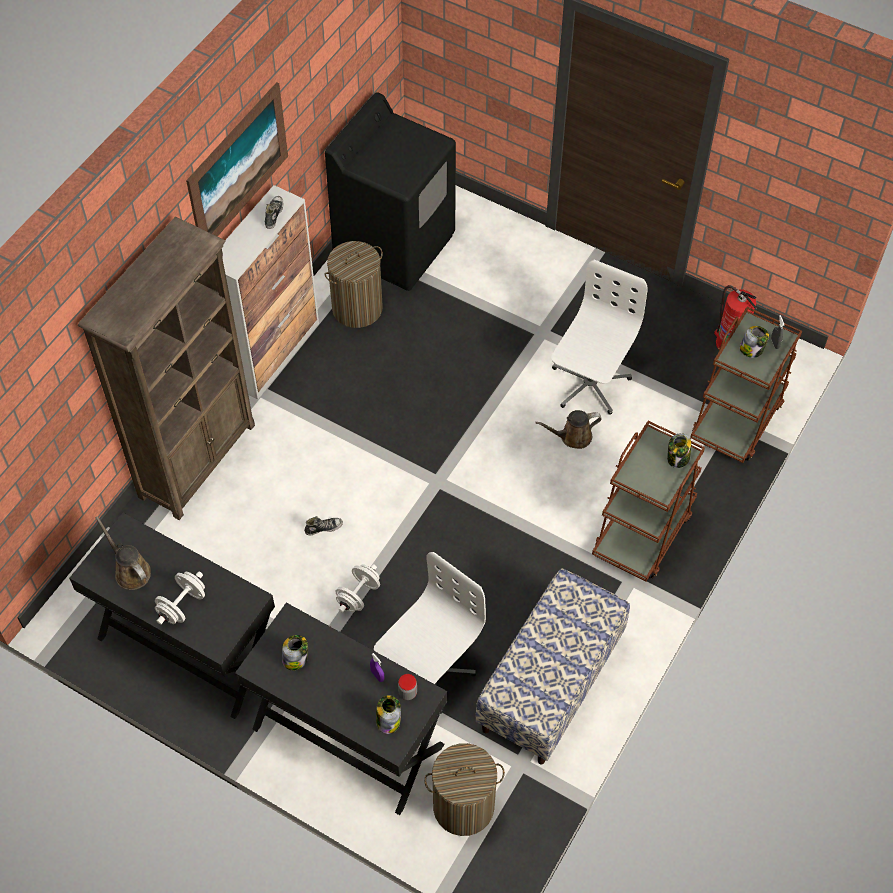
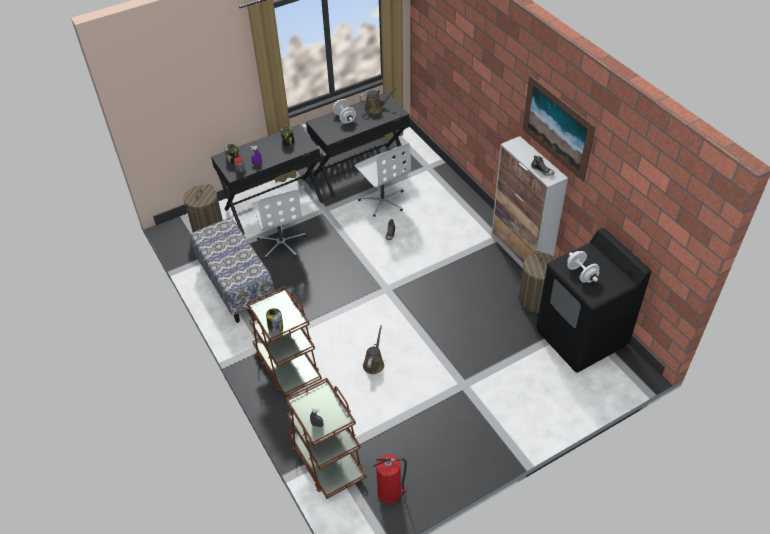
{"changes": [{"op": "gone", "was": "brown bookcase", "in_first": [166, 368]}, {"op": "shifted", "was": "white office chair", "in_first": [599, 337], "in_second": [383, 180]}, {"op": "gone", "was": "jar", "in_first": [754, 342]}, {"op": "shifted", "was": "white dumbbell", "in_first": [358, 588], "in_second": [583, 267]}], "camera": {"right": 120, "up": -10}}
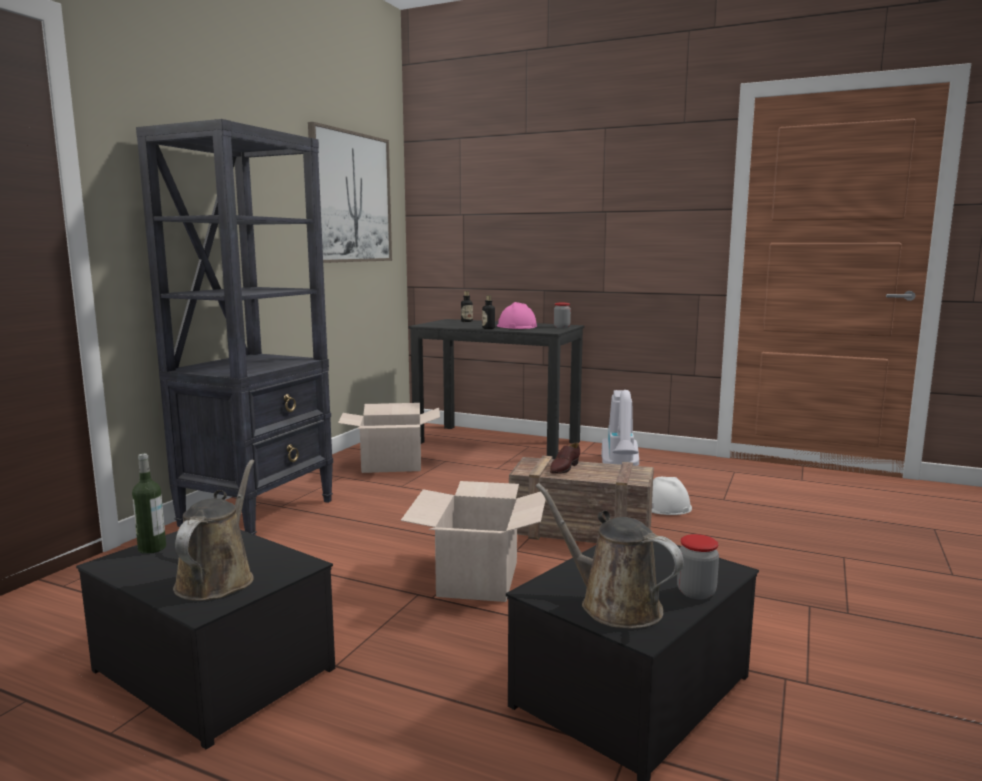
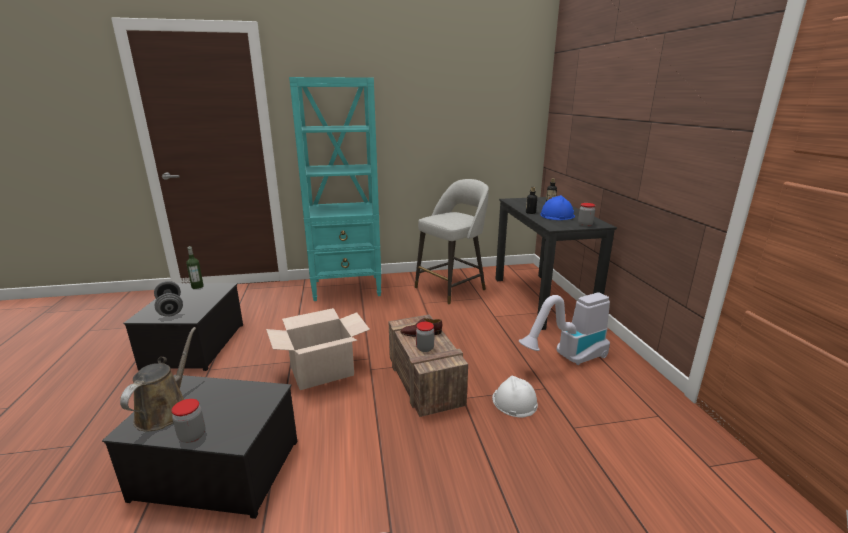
{"changes": [{"op": "repainted", "was": "black bookcase", "now": "turquoise bookcase", "in_first": [234, 327], "in_second": [335, 189]}, {"op": "gone", "was": "picture", "in_first": [350, 192]}, {"op": "repainted", "was": "pink hard hat", "now": "blue hard hat", "in_first": [517, 315], "in_second": [557, 207]}, {"op": "swapped", "was": "cardboard box", "now": "grey stool", "in_first": [389, 438], "in_second": [452, 241]}, {"op": "swapped", "was": "brown watering can", "now": "grey dumbbell", "in_first": [213, 530], "in_second": [168, 299]}, {"op": "new", "now": "jar", "in_second": [425, 337]}], "camera": {"right": 55, "up": 10}}
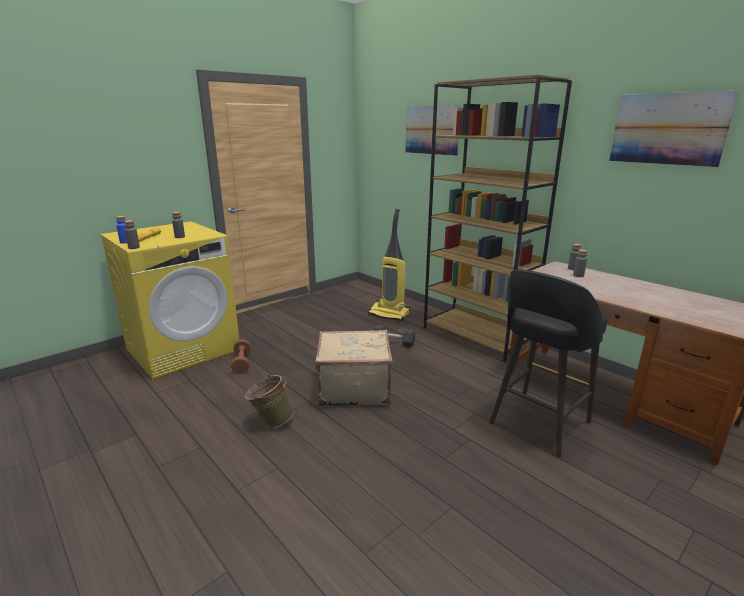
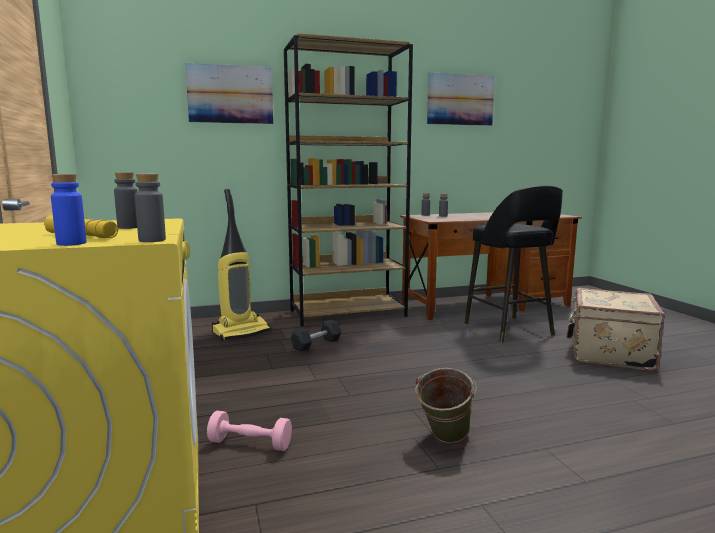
{"changes": [{"op": "shifted", "was": "beige suitcase", "in_first": [354, 368], "in_second": [615, 329]}, {"op": "repainted", "was": "brown dumbbell", "now": "pink dumbbell", "in_first": [241, 356], "in_second": [249, 431]}], "camera": {"right": -65, "up": -10}}
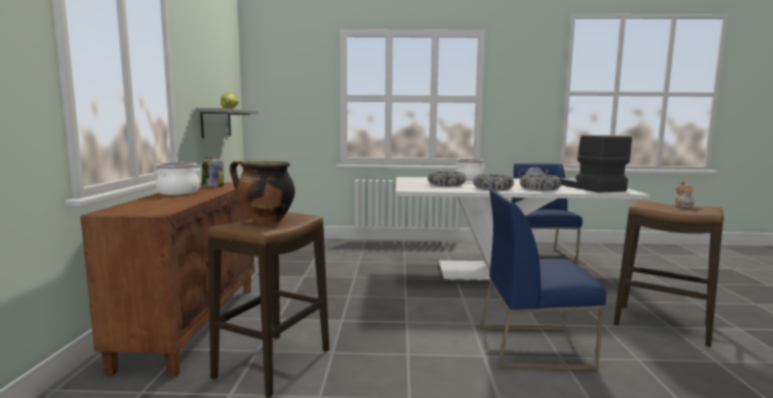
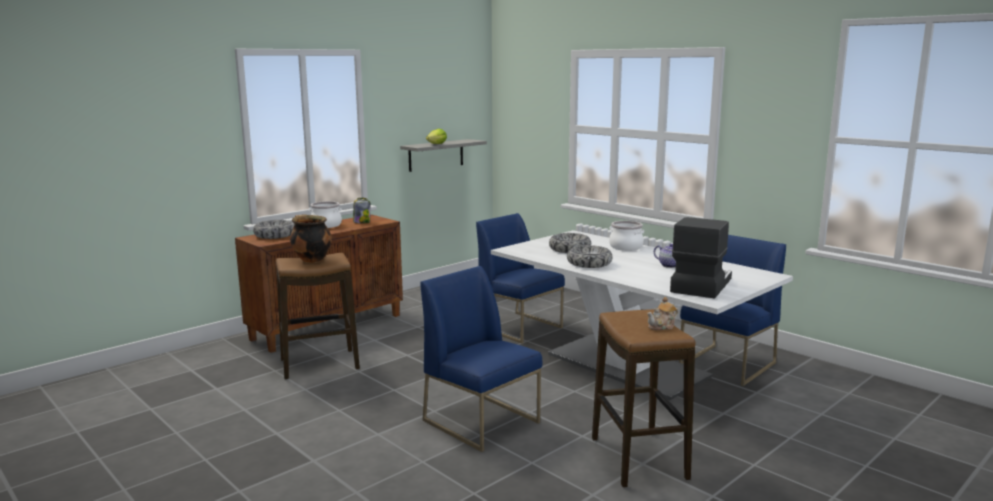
{"changes": [{"op": "shifted", "was": "bowl", "in_first": [540, 182], "in_second": [273, 229]}, {"op": "new", "now": "blue chair", "in_second": [520, 278]}], "camera": {"right": 45, "up": 5}}
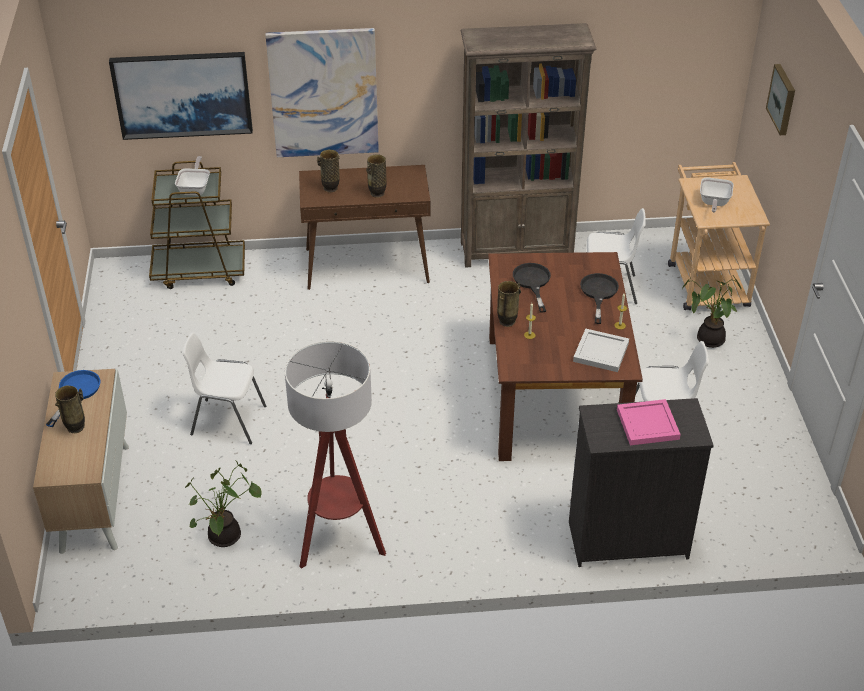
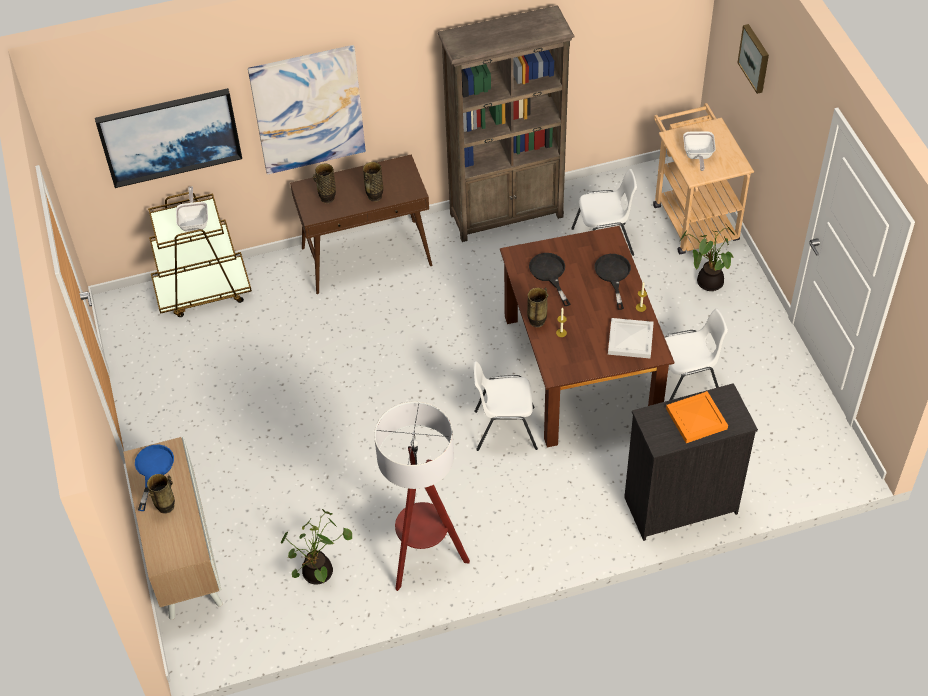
{"changes": [{"op": "shifted", "was": "white chair", "in_first": [224, 388], "in_second": [506, 406]}, {"op": "repainted", "was": "pink tray", "now": "orange tray", "in_first": [649, 422], "in_second": [697, 417]}], "camera": {"right": -10, "up": 10}}
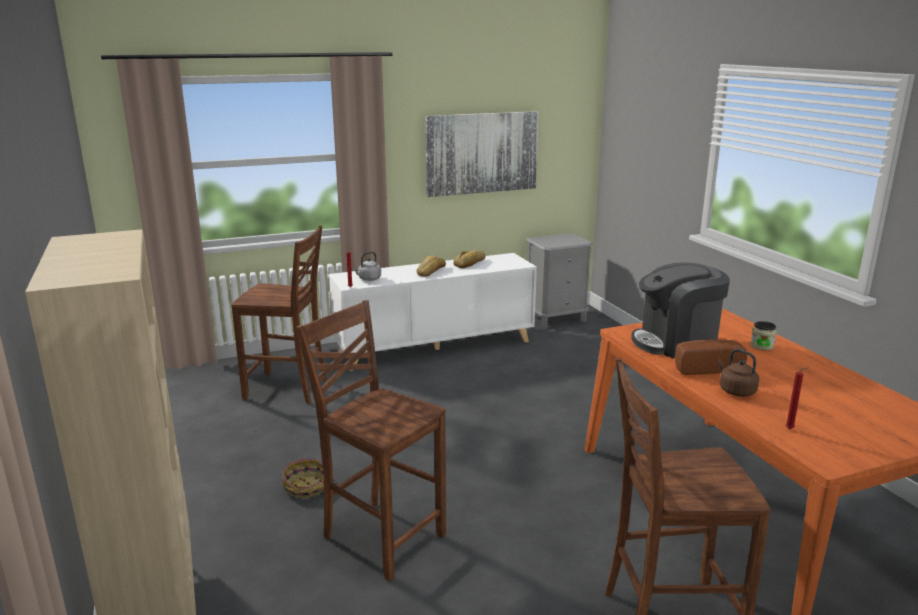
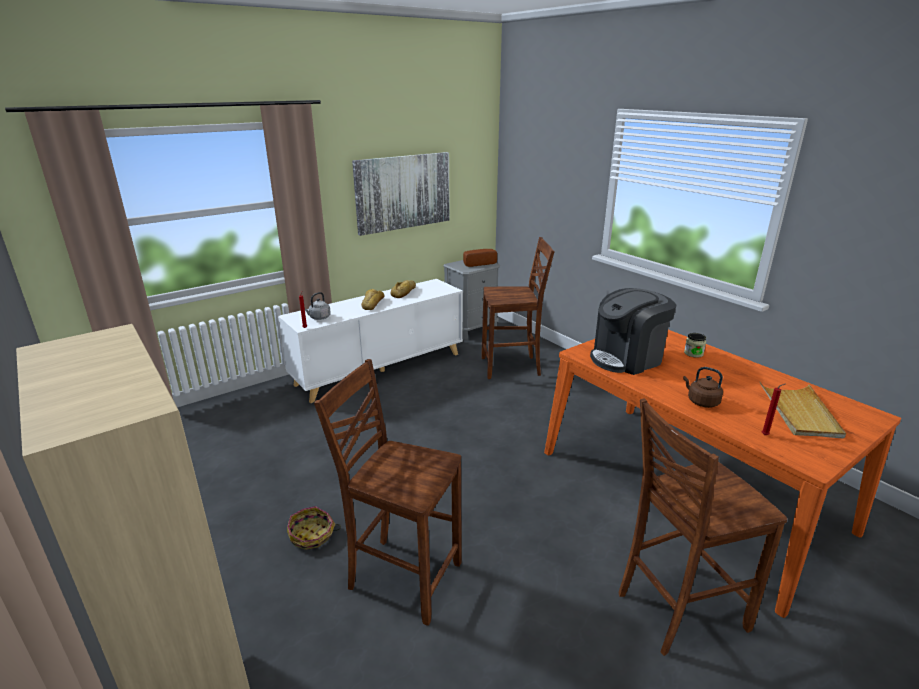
{"changes": [{"op": "shifted", "was": "brown chair", "in_first": [279, 314], "in_second": [517, 308]}, {"op": "shifted", "was": "bread", "in_first": [711, 357], "in_second": [480, 258]}, {"op": "new", "now": "beige tray", "in_second": [803, 410]}], "camera": {"right": -15, "up": 5}}
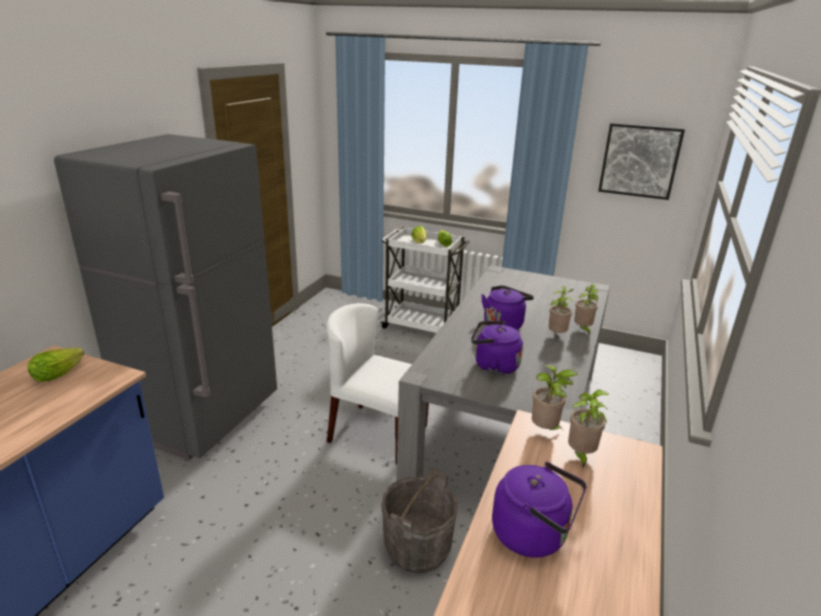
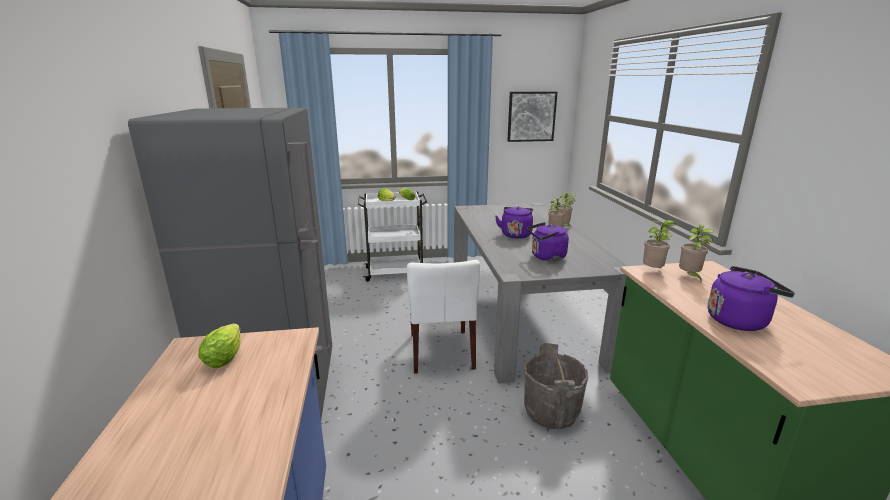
{"changes": [{"op": "rotated", "was": "white chair", "in_first": [377, 384], "in_second": [443, 317], "clockwise": -90}], "camera": {"right": -30, "up": -5}}
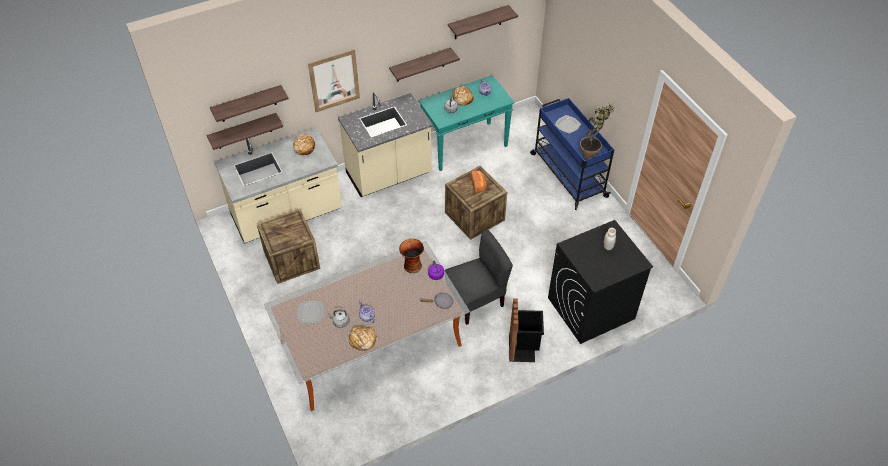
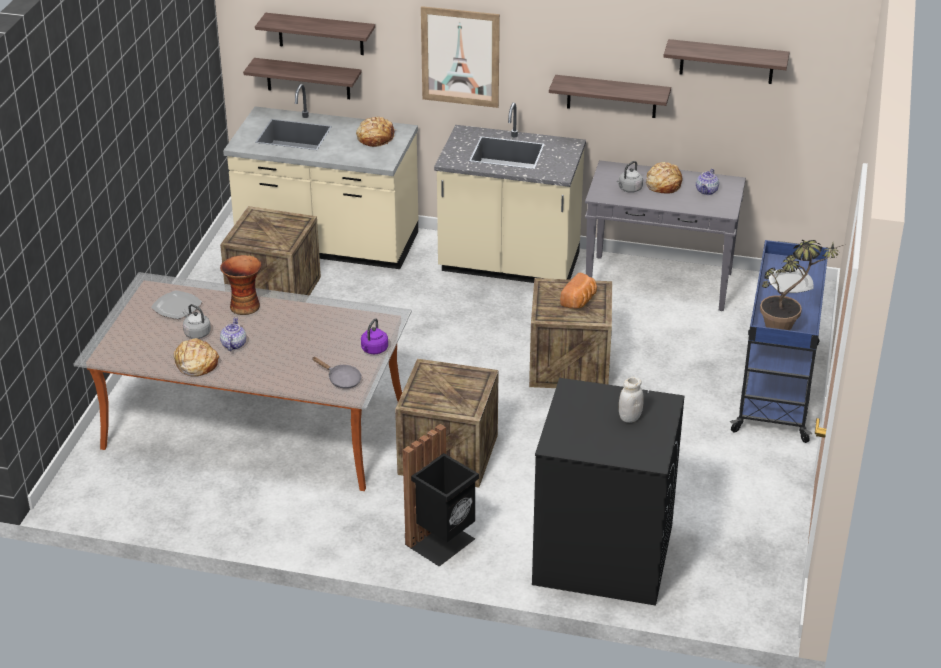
{"changes": [{"op": "repainted", "was": "turquoise console table", "now": "grey console table", "in_first": [466, 123], "in_second": [665, 235]}, {"op": "swapped", "was": "grey chair", "now": "crate", "in_first": [479, 277], "in_second": [447, 423]}, {"op": "shifted", "was": "vase", "in_first": [411, 256], "in_second": [241, 285]}], "camera": {"right": 40, "up": -15}}
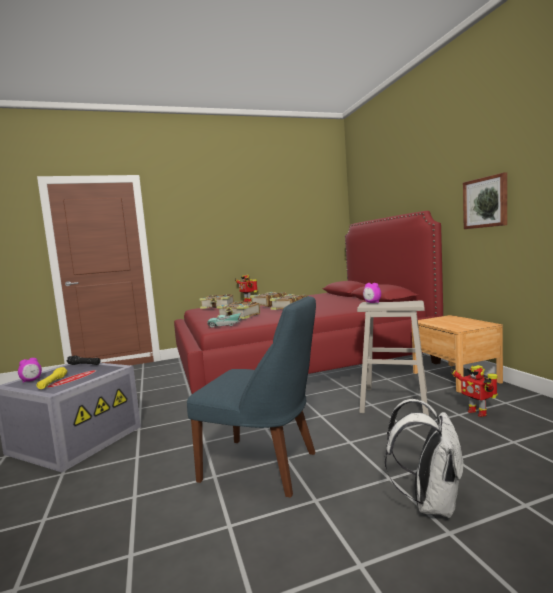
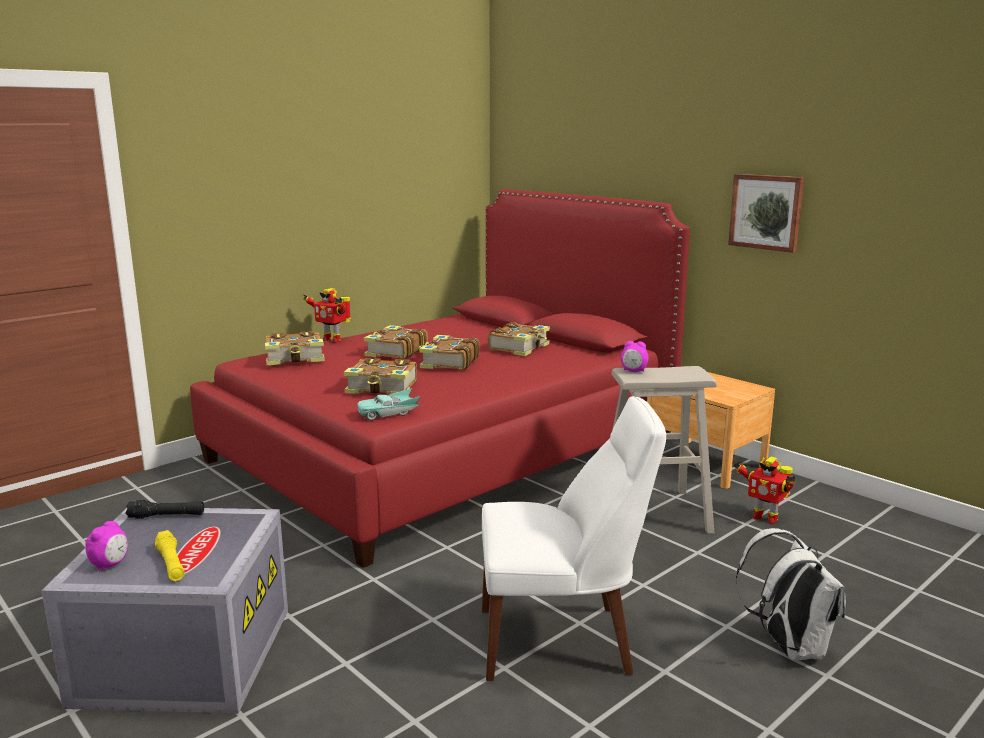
{"changes": [{"op": "repainted", "was": "blue chair", "now": "white chair", "in_first": [251, 396], "in_second": [574, 538]}, {"op": "new", "now": "book", "in_second": [519, 339]}], "camera": {"right": -25, "up": 10}}
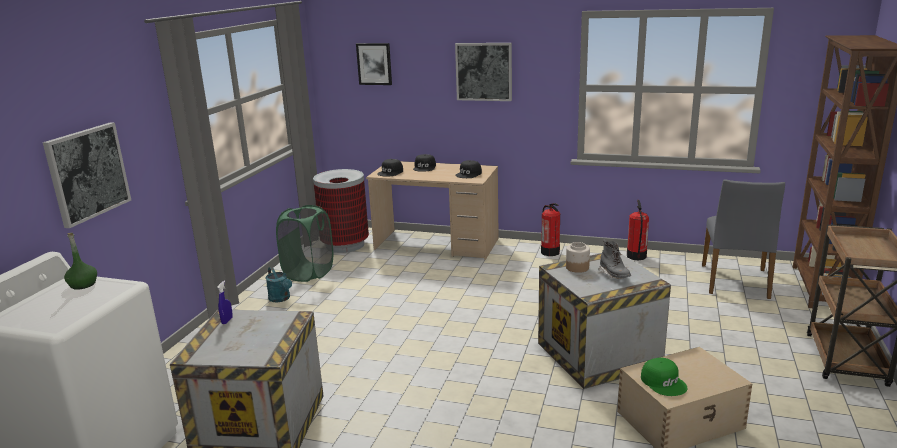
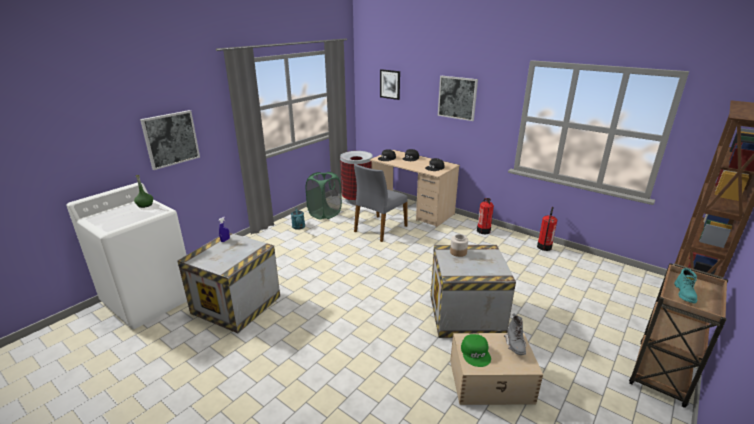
{"changes": [{"op": "shifted", "was": "grey chair", "in_first": [743, 239], "in_second": [381, 202]}, {"op": "shifted", "was": "grey boot", "in_first": [614, 259], "in_second": [515, 334]}, {"op": "new", "now": "turquoise boot", "in_second": [685, 285]}], "camera": {"right": 20, "up": 5}}
